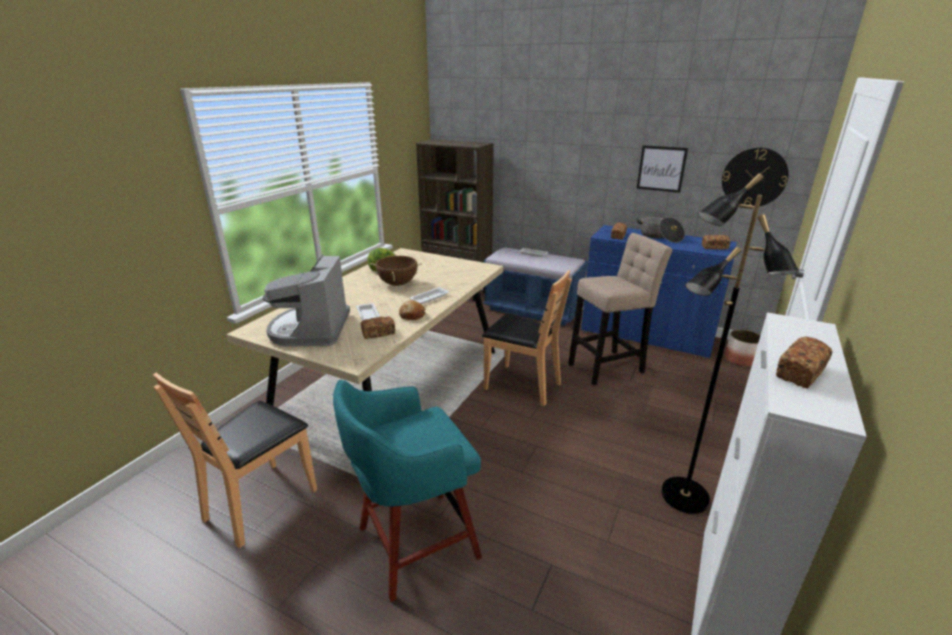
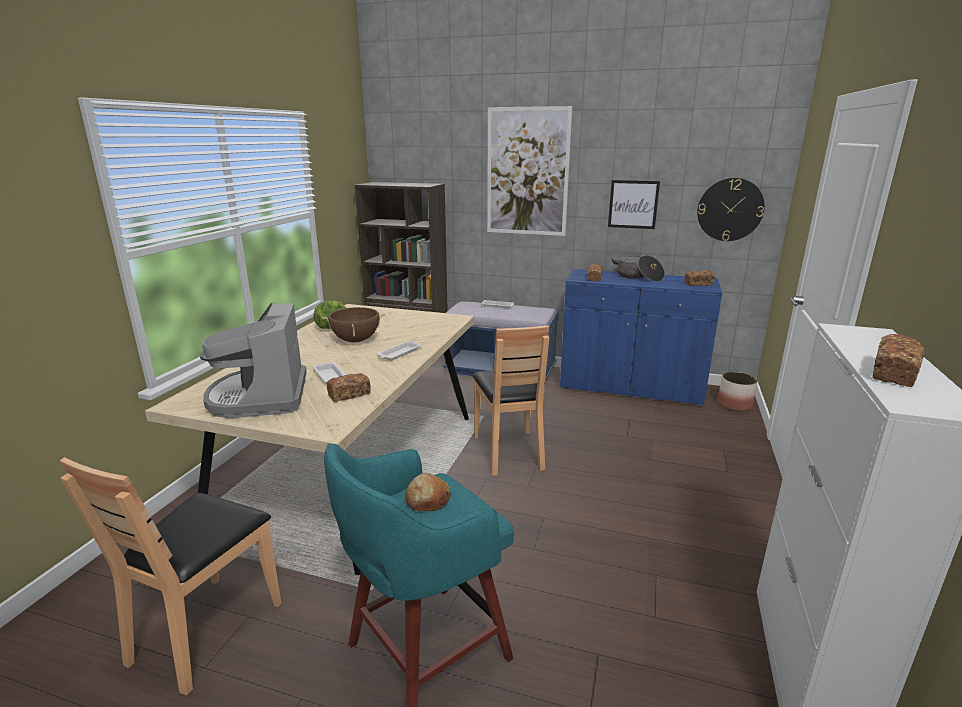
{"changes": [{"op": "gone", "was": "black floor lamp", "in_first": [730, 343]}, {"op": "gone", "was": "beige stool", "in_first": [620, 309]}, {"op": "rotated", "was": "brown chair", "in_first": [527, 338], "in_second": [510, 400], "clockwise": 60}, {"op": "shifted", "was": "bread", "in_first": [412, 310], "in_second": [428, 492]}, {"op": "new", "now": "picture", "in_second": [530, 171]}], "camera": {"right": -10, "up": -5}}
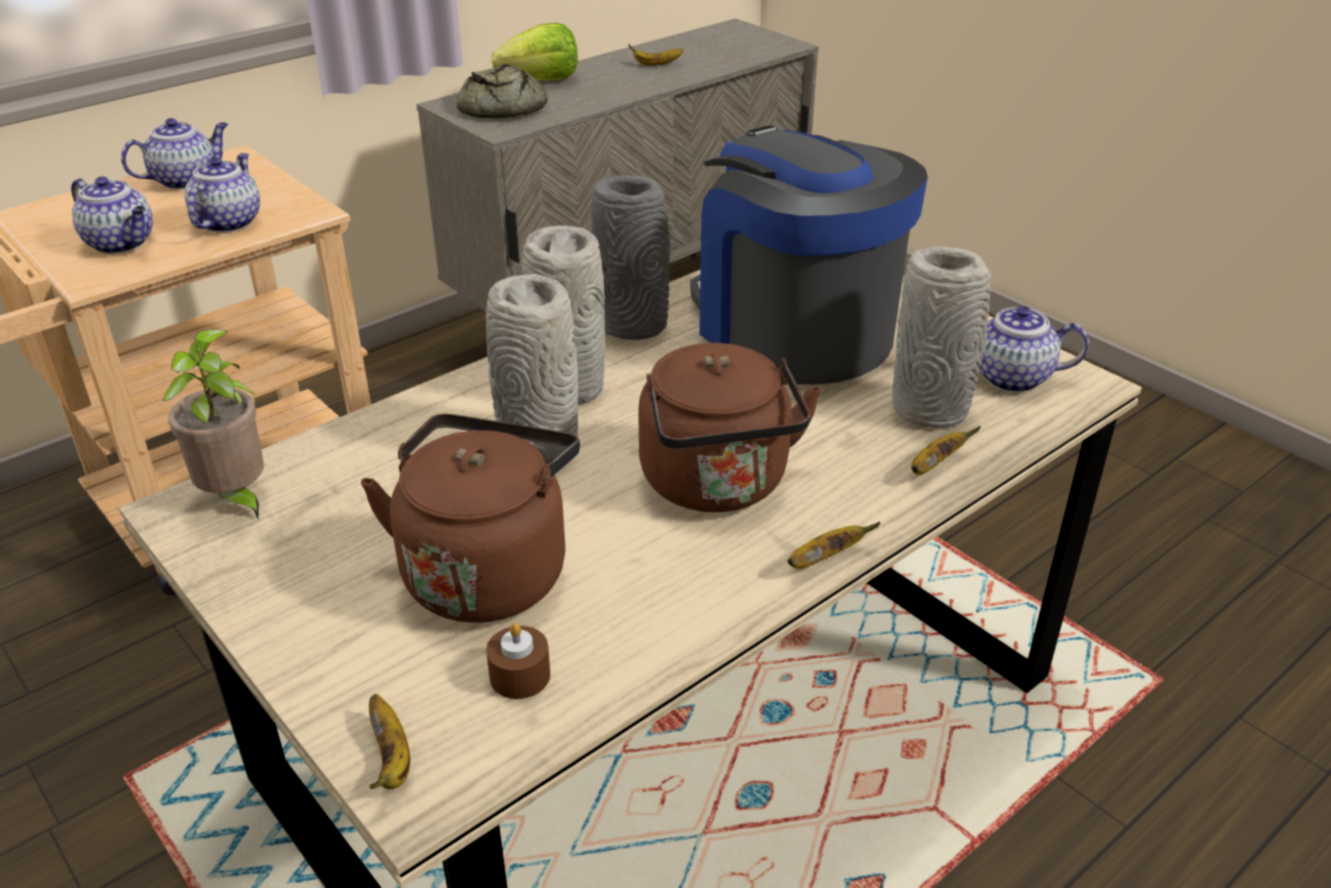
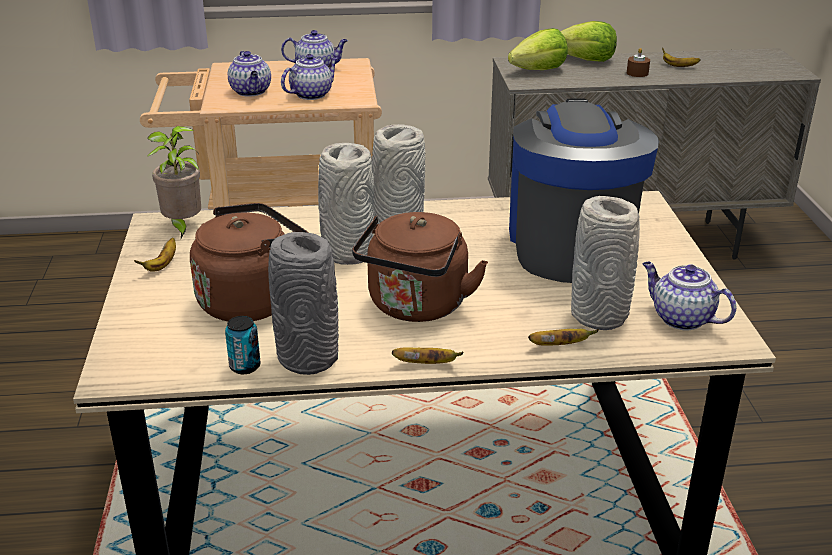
{"changes": [{"op": "swapped", "was": "bread", "now": "lettuce", "in_first": [502, 91], "in_second": [538, 49]}, {"op": "shifted", "was": "grey vase", "in_first": [630, 257], "in_second": [303, 303]}, {"op": "shifted", "was": "brown candle", "in_first": [518, 661], "in_second": [638, 62]}, {"op": "shifted", "was": "banana", "in_first": [389, 741], "in_second": [155, 254]}, {"op": "new", "now": "can", "in_second": [243, 345]}], "camera": {"right": 35, "up": -5}}
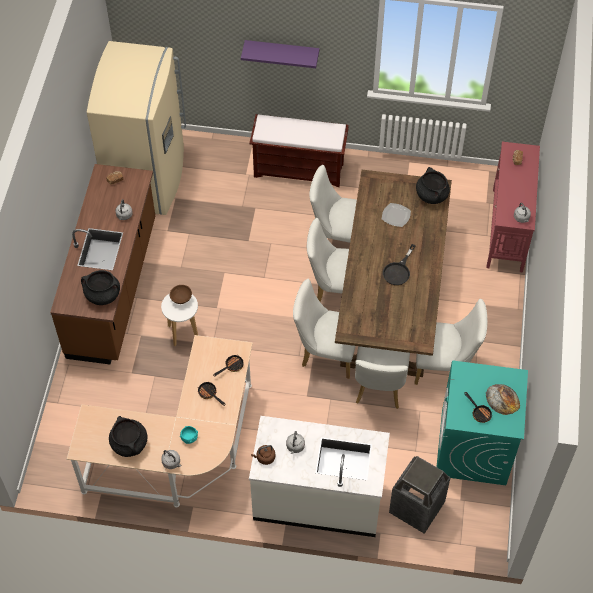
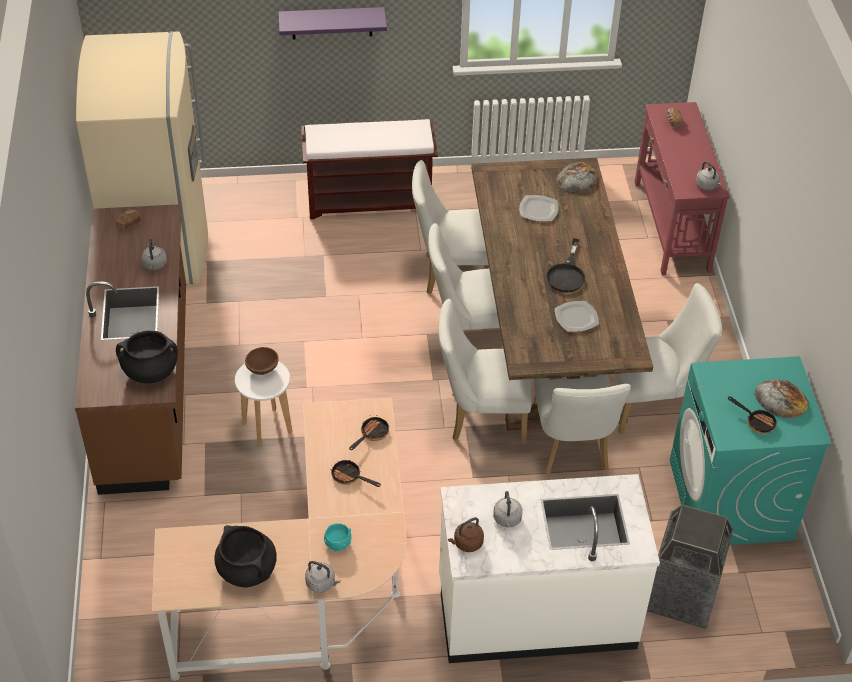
{"changes": [{"op": "swapped", "was": "black cooking pot", "now": "bread", "in_first": [433, 185], "in_second": [577, 177]}, {"op": "new", "now": "plate", "in_second": [577, 316]}], "camera": {"right": -15, "up": -10}}
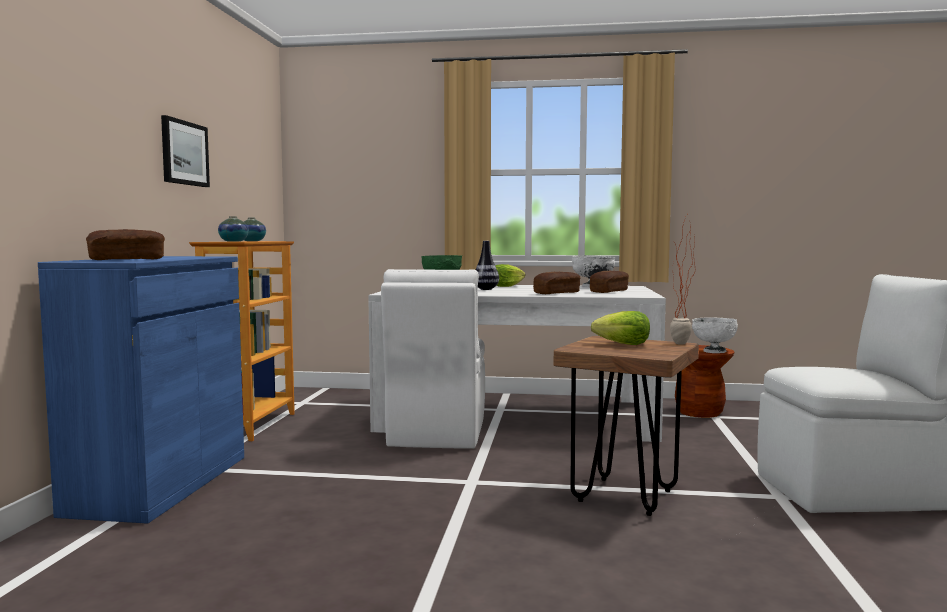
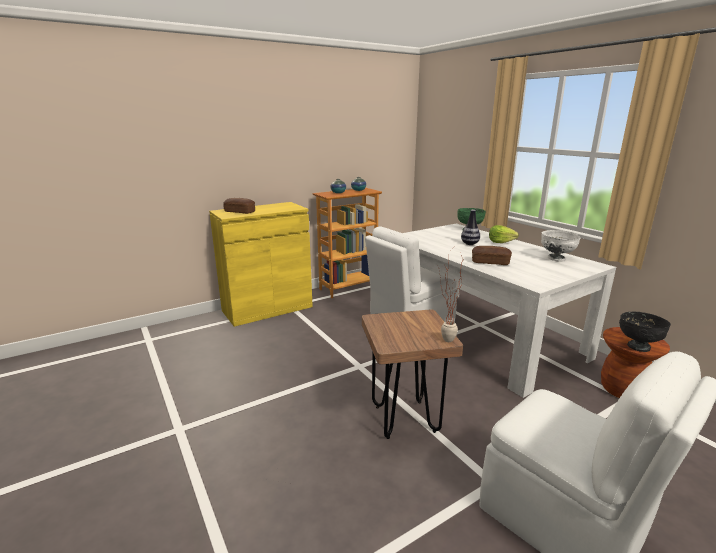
{"changes": [{"op": "gone", "was": "picture", "in_first": [185, 151]}, {"op": "repainted", "was": "blue cabinet", "now": "yellow cabinet", "in_first": [141, 390], "in_second": [261, 264]}, {"op": "gone", "was": "bread", "in_first": [609, 282]}, {"op": "gone", "was": "lettuce", "in_first": [620, 328]}, {"op": "repainted", "was": "white bowl", "now": "black bowl", "in_first": [715, 335], "in_second": [645, 332]}], "camera": {"right": 50, "up": 15}}
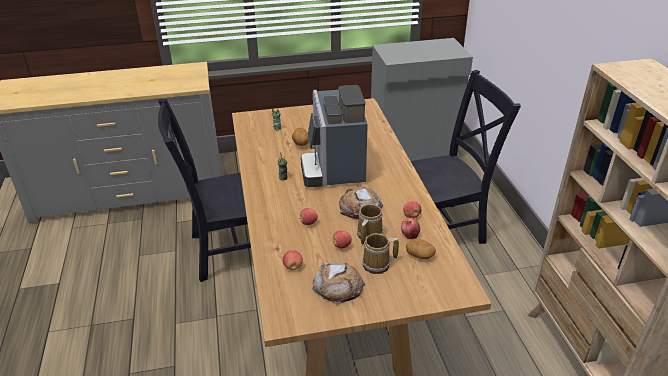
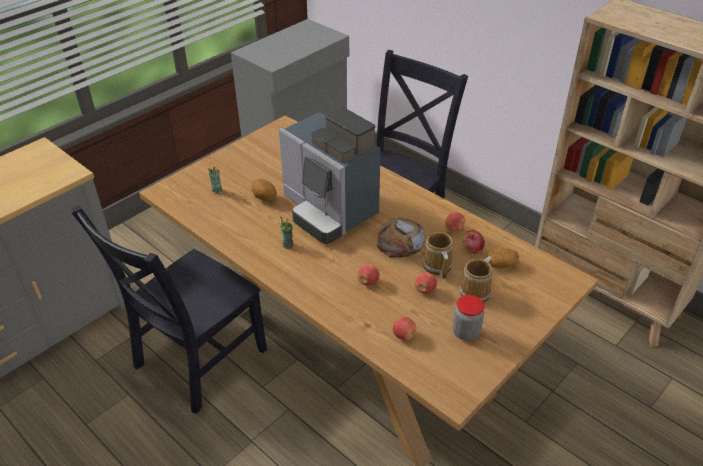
{"changes": [{"op": "swapped", "was": "bread", "now": "jar", "in_first": [339, 284], "in_second": [468, 318]}], "camera": {"right": -35, "up": 5}}
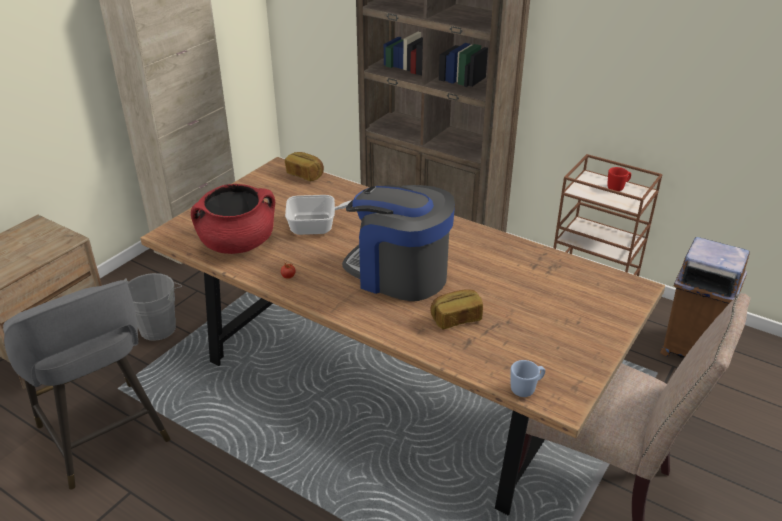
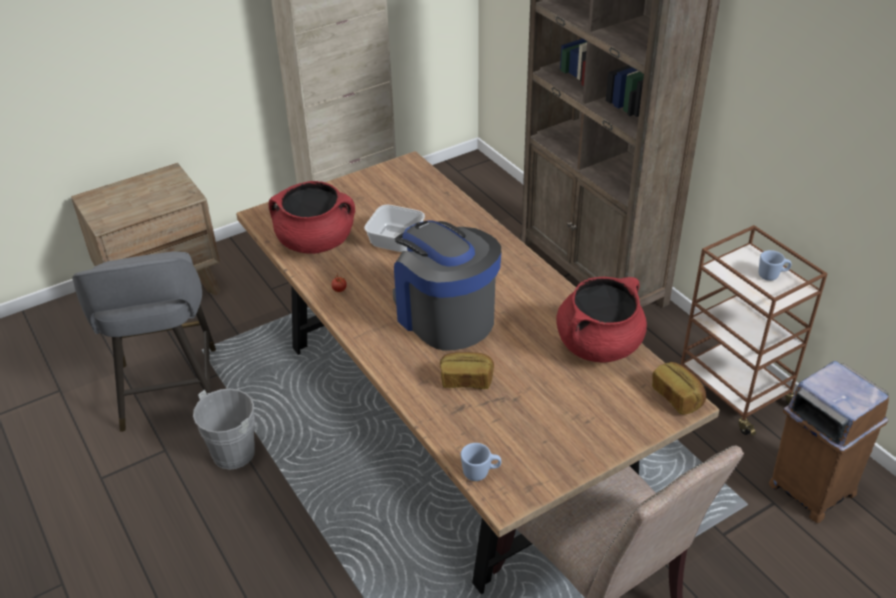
{"changes": [{"op": "shifted", "was": "bread", "in_first": [304, 166], "in_second": [679, 388]}, {"op": "repainted", "was": "red mug", "now": "blue mug", "in_first": [619, 179], "in_second": [775, 265]}, {"op": "shifted", "was": "grey bucket", "in_first": [153, 307], "in_second": [229, 429]}, {"op": "new", "now": "red cooking pot", "in_second": [601, 320]}], "camera": {"right": 25, "up": 5}}
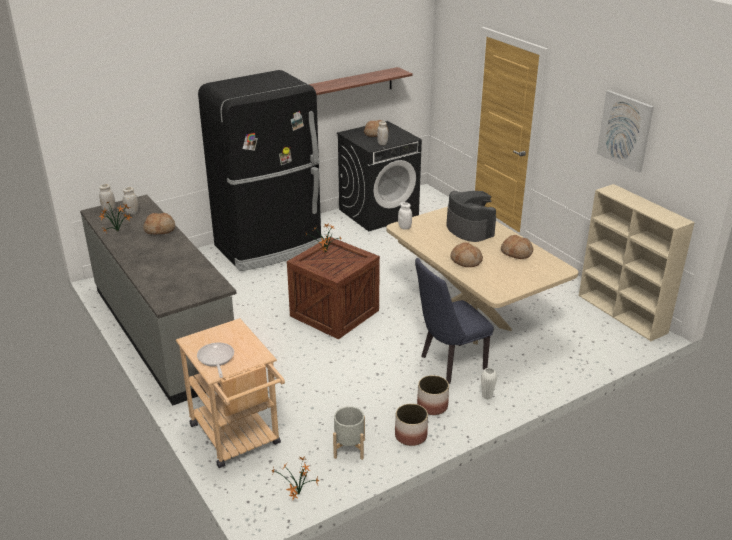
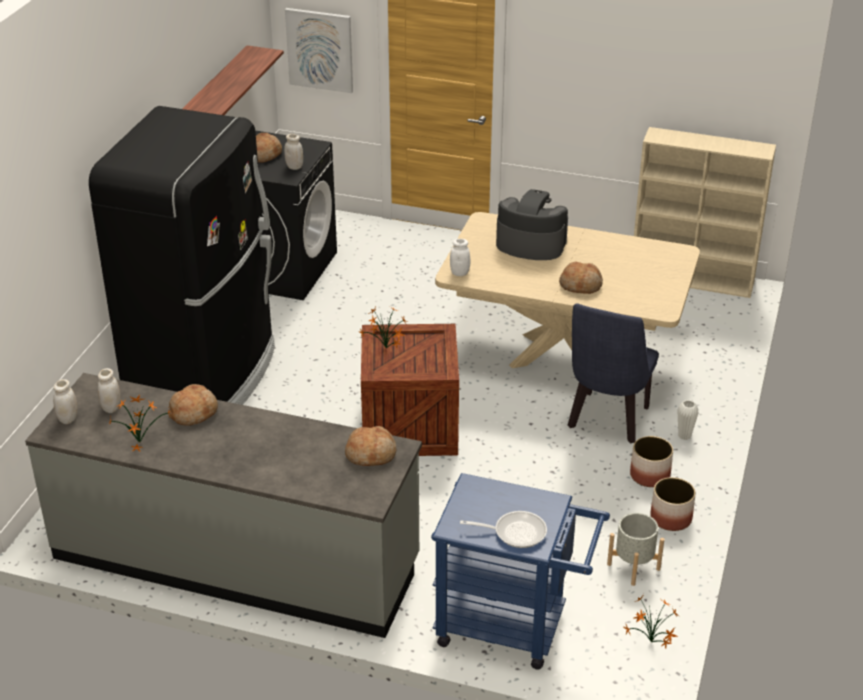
{"changes": [{"op": "shifted", "was": "picture", "in_first": [625, 131], "in_second": [319, 50]}, {"op": "shifted", "was": "bread", "in_first": [517, 247], "in_second": [370, 446]}, {"op": "repainted", "was": "beige cart", "now": "blue cart", "in_first": [230, 393], "in_second": [520, 571]}, {"op": "rotated", "was": "frying pan", "in_first": [215, 360], "in_second": [503, 529], "clockwise": 150}], "camera": {"right": -40, "up": 5}}
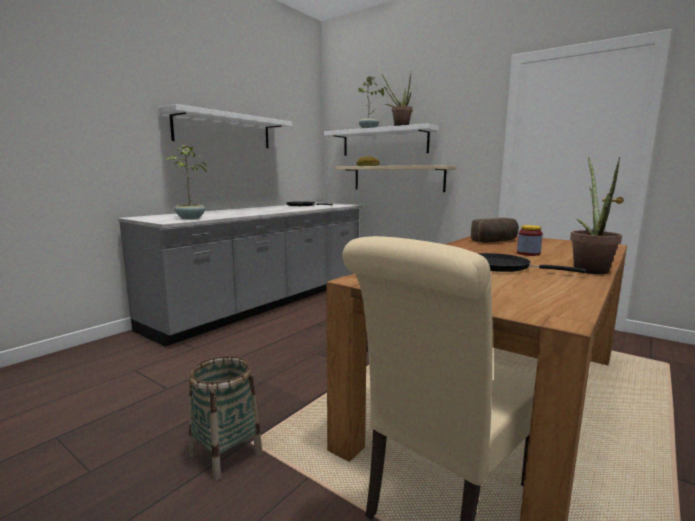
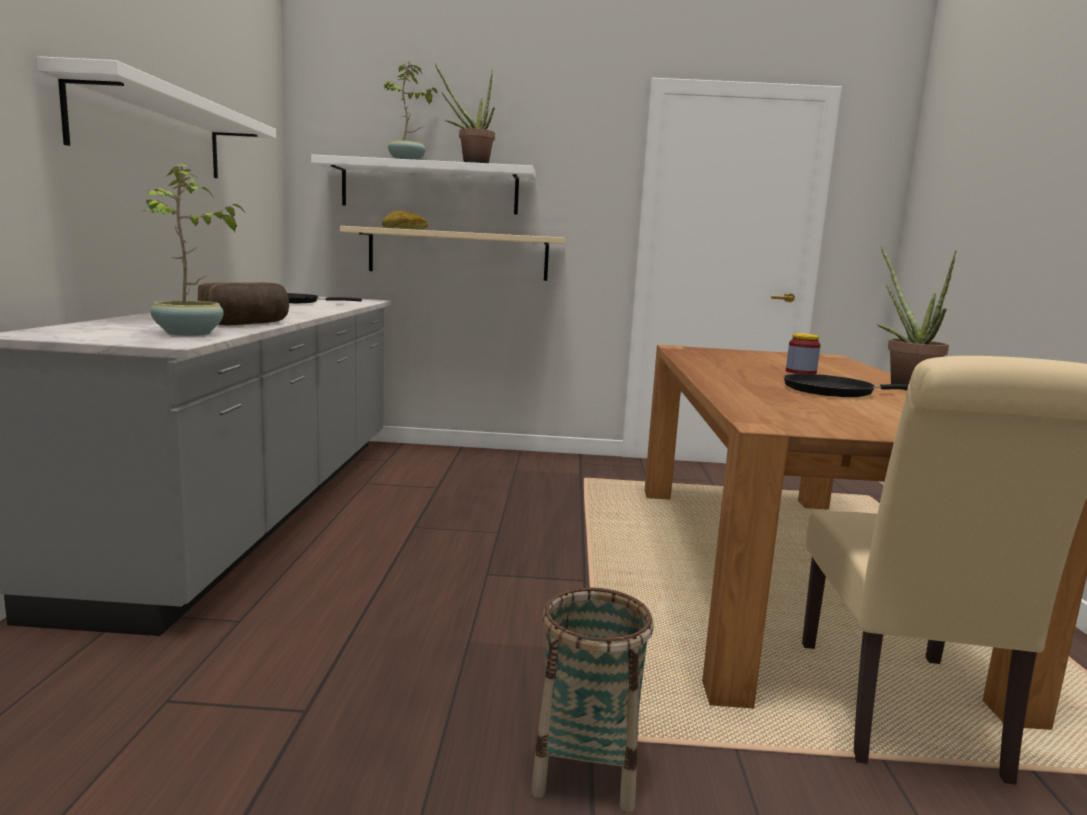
{"changes": [{"op": "shifted", "was": "bread", "in_first": [495, 230], "in_second": [243, 303]}], "camera": {"right": -35, "up": 0}}
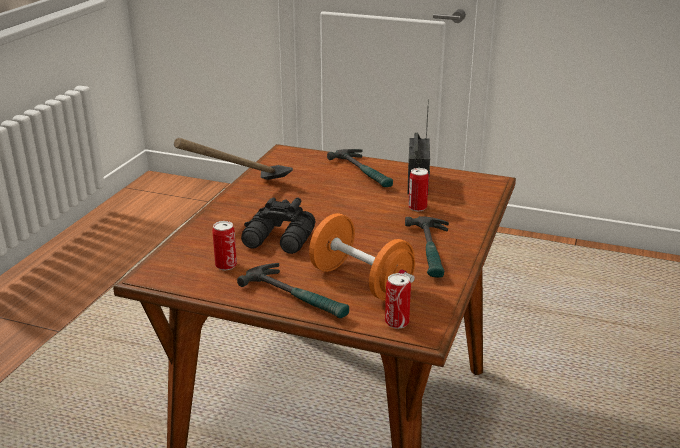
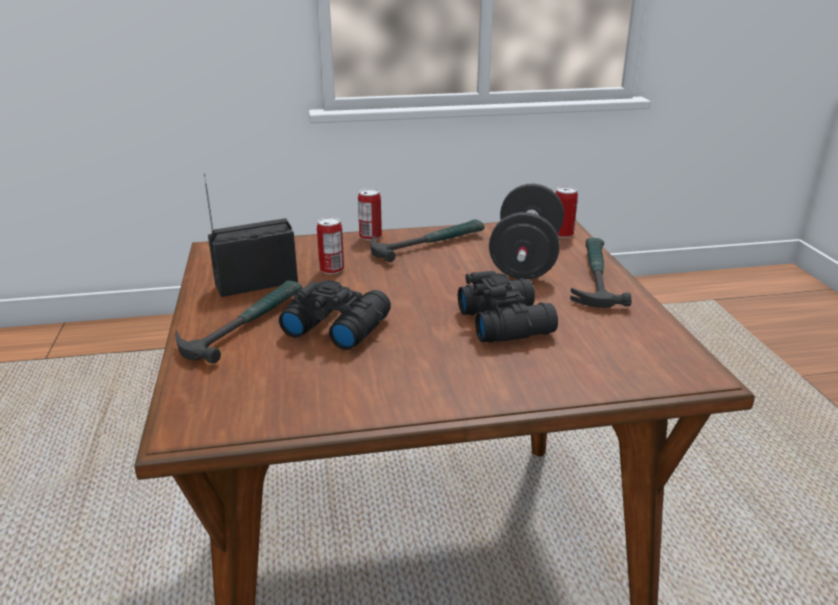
{"changes": [{"op": "gone", "was": "hammer", "in_first": [233, 159]}, {"op": "repainted", "was": "orange dumbbell", "now": "black dumbbell", "in_first": [362, 257], "in_second": [526, 231]}, {"op": "shifted", "was": "can", "in_first": [224, 245], "in_second": [370, 214]}, {"op": "new", "now": "black binoculars", "in_second": [335, 315]}], "camera": {"right": -120, "up": 0}}
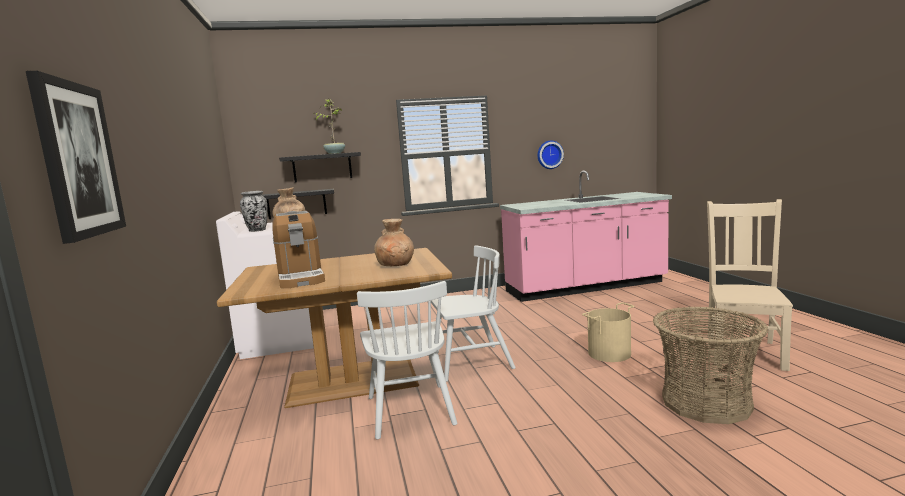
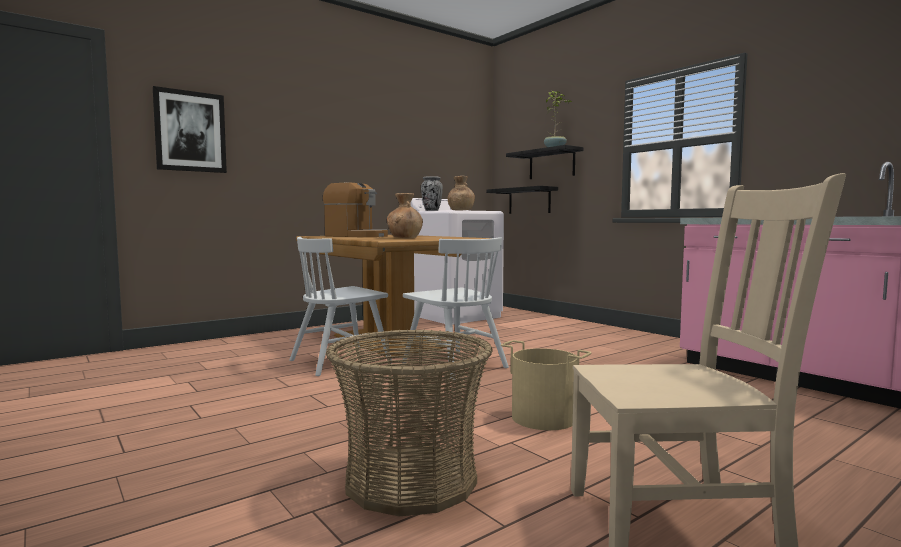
{"changes": [{"op": "gone", "was": "wall clock", "in_first": [550, 155]}, {"op": "rotated", "was": "coffee machine", "in_first": [298, 249], "in_second": [355, 209], "clockwise": -105}], "camera": {"right": 65, "up": -5}}
